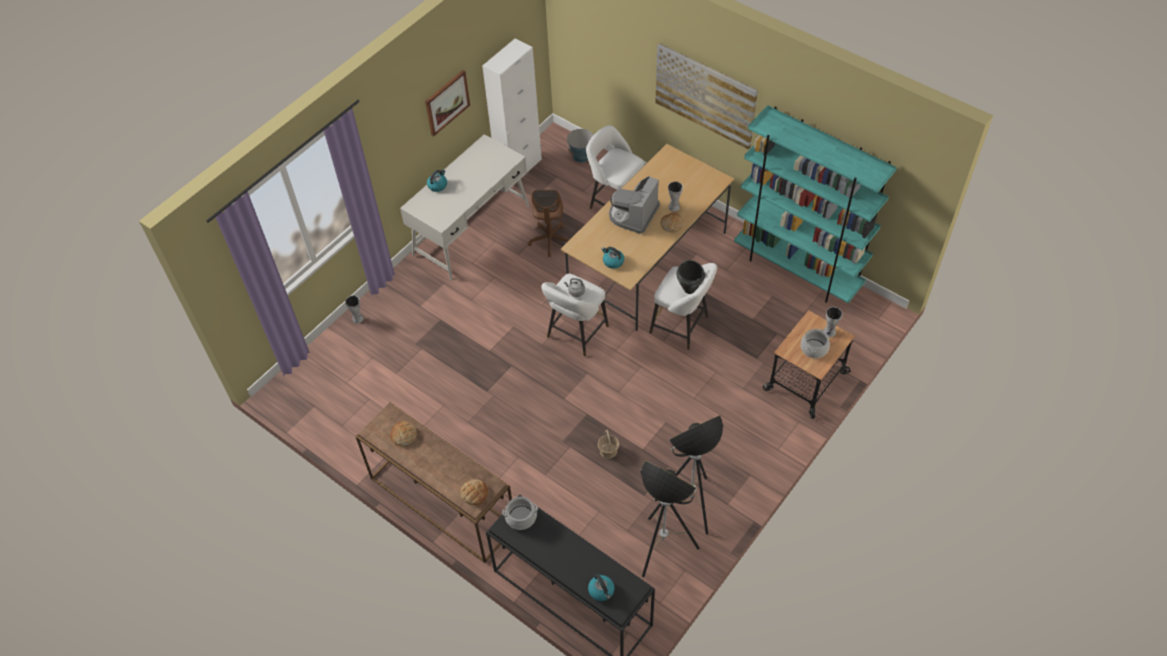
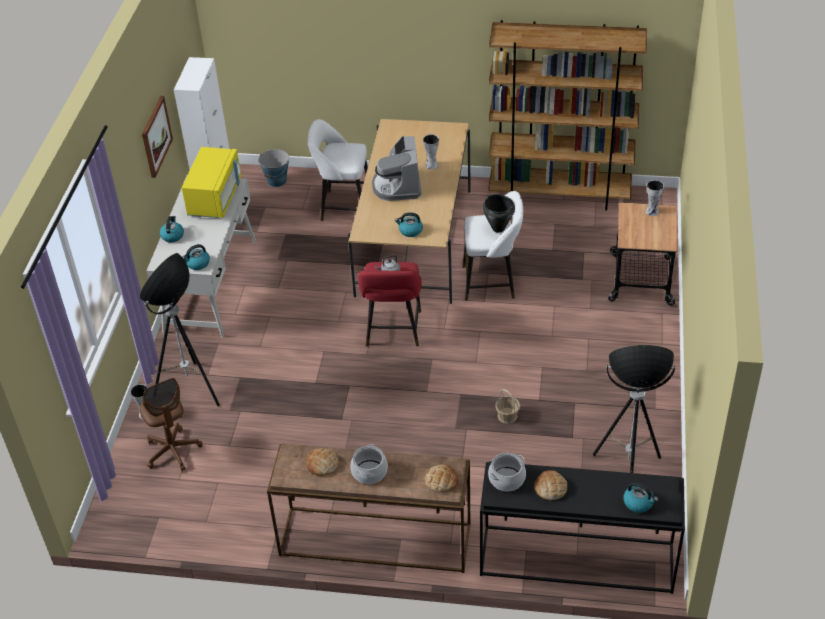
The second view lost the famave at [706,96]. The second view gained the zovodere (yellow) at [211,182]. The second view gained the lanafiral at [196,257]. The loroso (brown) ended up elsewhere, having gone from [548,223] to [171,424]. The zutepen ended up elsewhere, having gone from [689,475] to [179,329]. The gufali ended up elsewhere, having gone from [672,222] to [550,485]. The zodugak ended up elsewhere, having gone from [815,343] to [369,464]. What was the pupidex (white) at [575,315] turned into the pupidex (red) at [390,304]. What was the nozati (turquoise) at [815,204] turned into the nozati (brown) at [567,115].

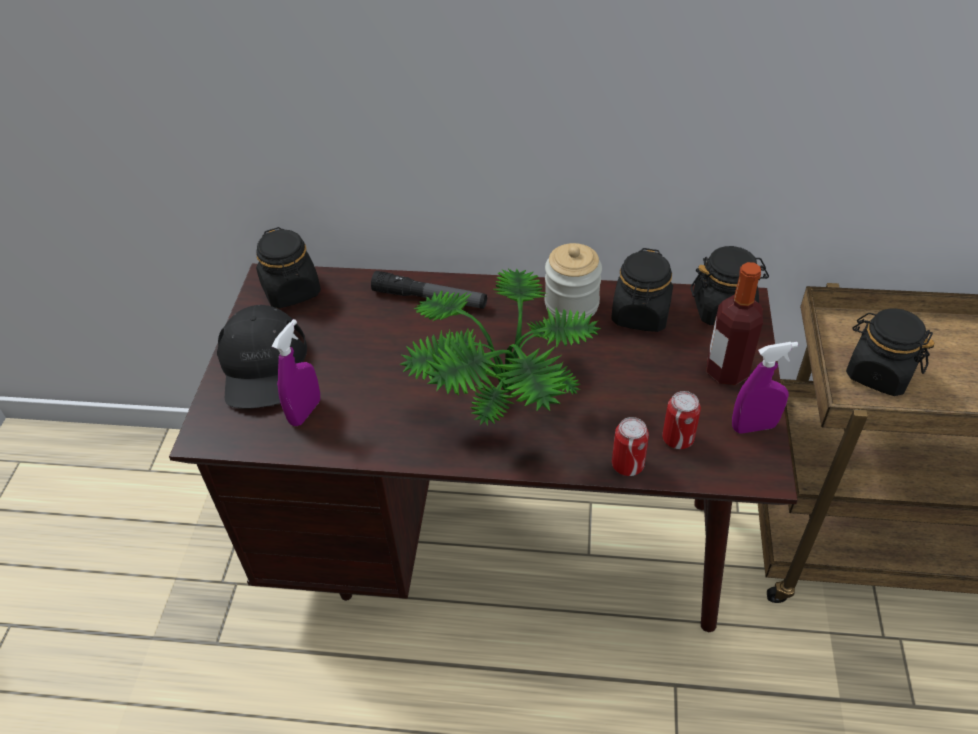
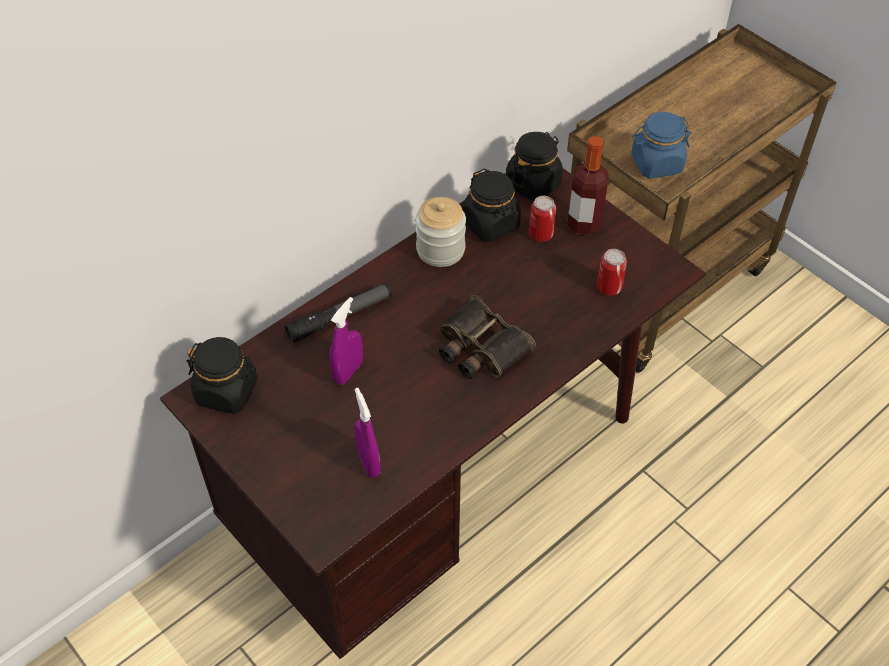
The second view lost the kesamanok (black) at [262,356]. The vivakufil ended up elsewhere, having gone from [630,446] to [542,219]. The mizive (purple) ended up elsewhere, having gone from [765,388] to [346,341]. Where the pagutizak stood at [500,347], the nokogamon came to stand at [487,337]. What was the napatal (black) at [890,352] turned into the napatal (blue) at [661,145].

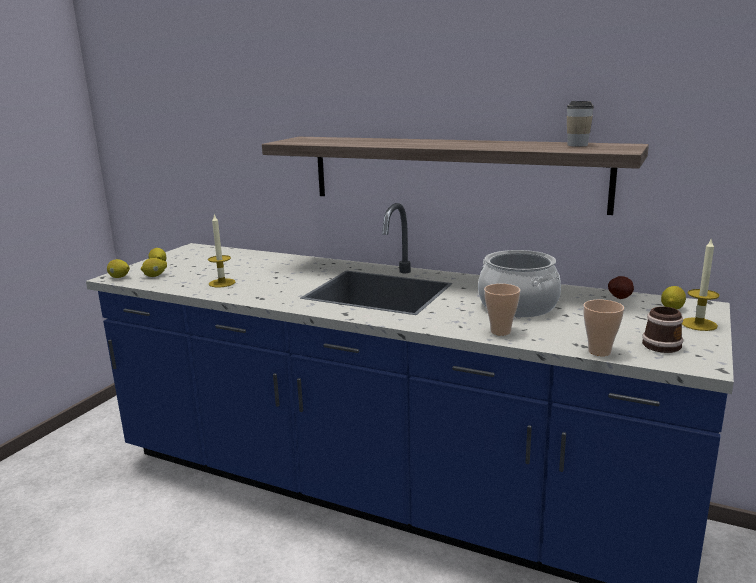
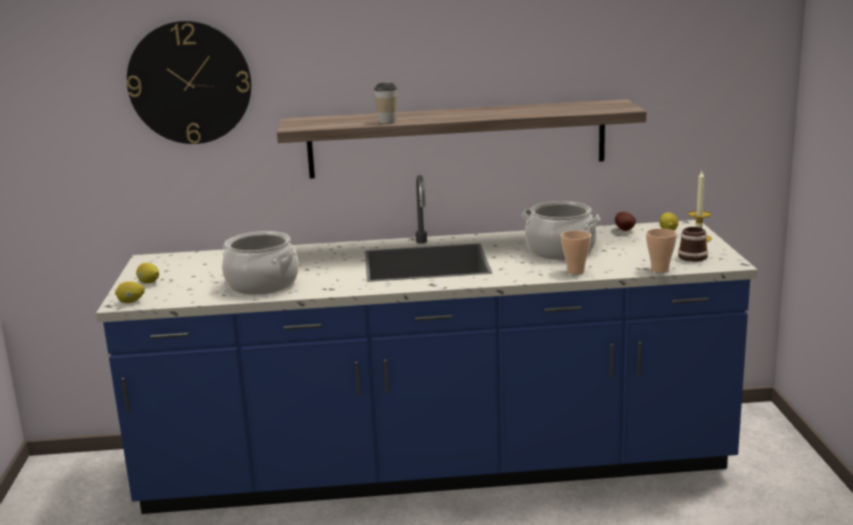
The second view lost the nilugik at [154,267]. The second view gained the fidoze at [189,82]. The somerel ended up elsewhere, having gone from [580,124] to [385,103]. Where the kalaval stood at [221,250], the zodugak came to stand at [260,263].

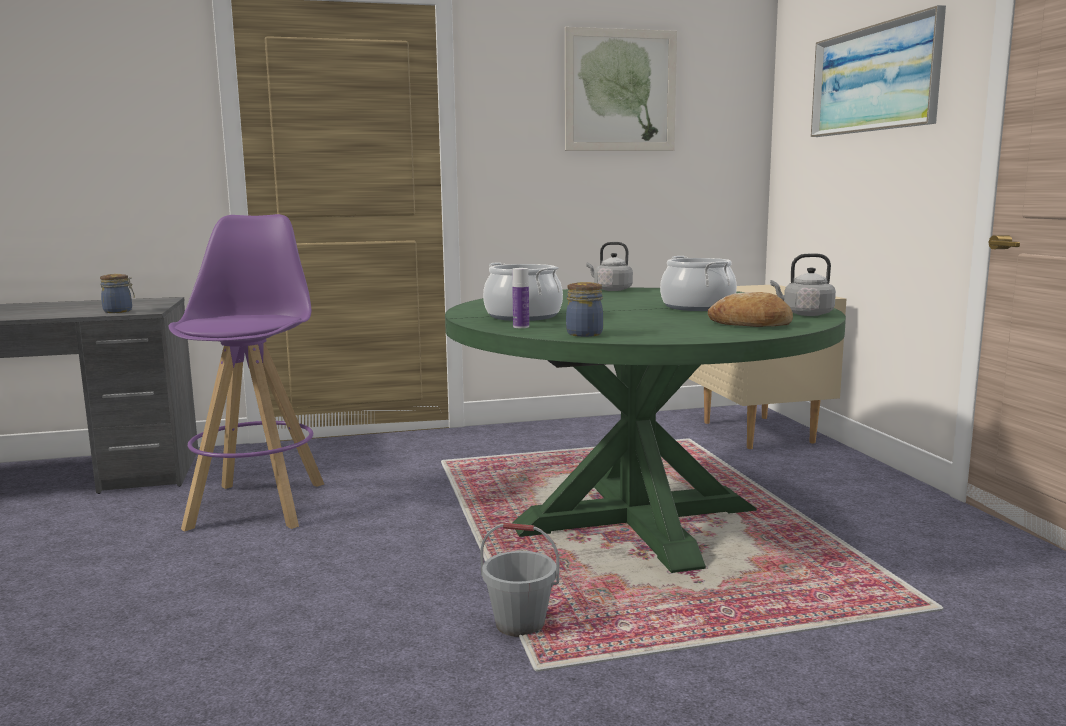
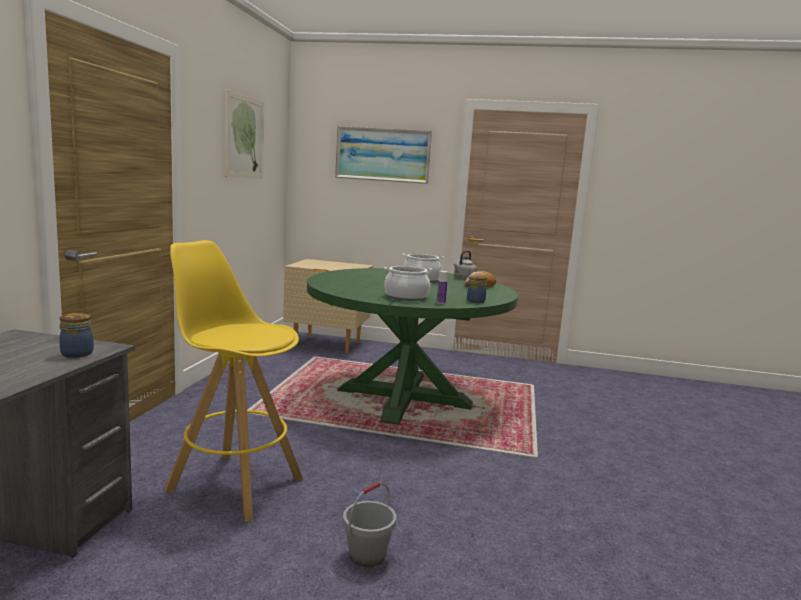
The second view lost the lanafiral (grey) at [609,266]. The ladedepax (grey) ended up elsewhere, having gone from [519,580] to [370,524]. What was the pupidex (purple) at [246,373] turned into the pupidex (yellow) at [234,381].

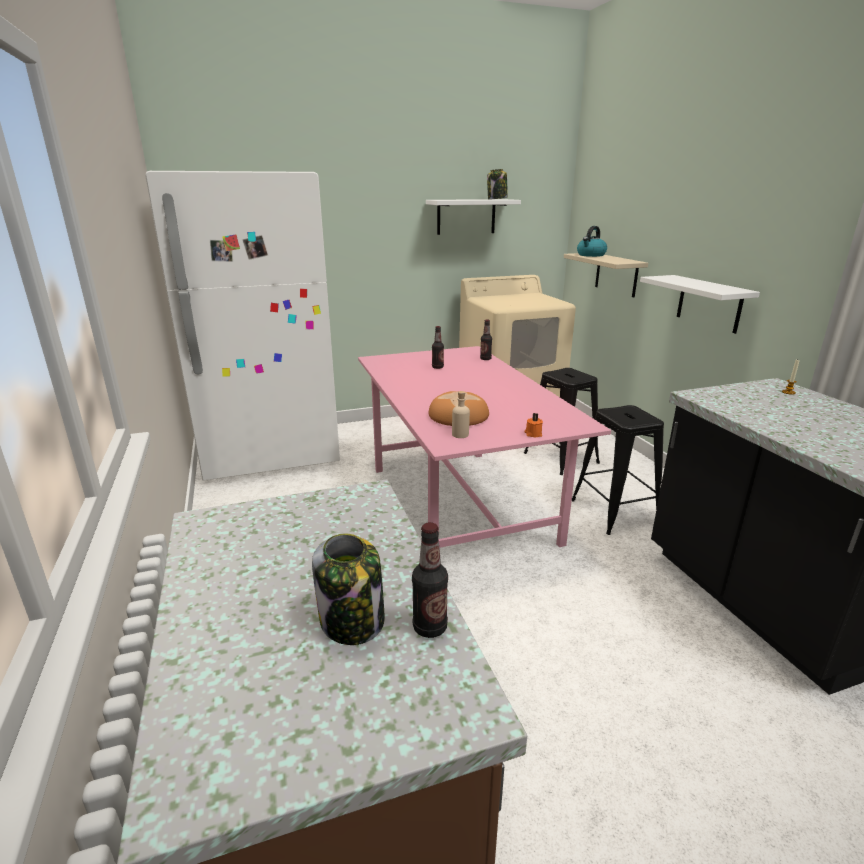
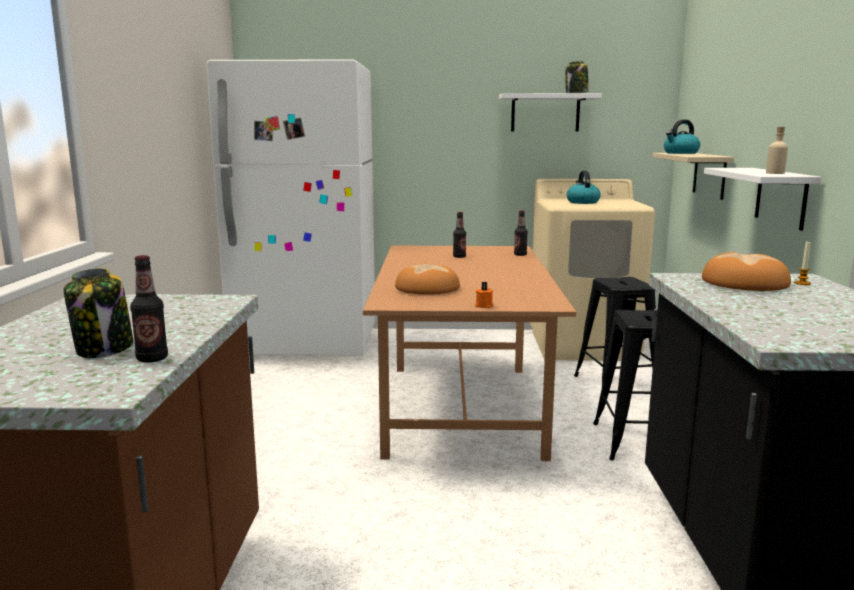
The second view gained the lanafiral at [584,187]. The second view gained the gufali at [746,271]. The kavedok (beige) ended up elsewhere, having gone from [461,414] to [777,150]. What was the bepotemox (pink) at [484,447] turned into the bepotemox (brown) at [469,353].

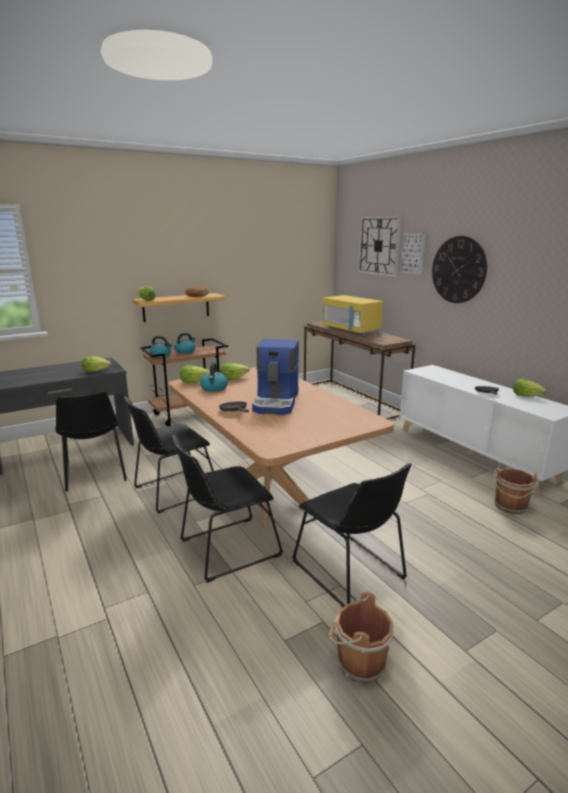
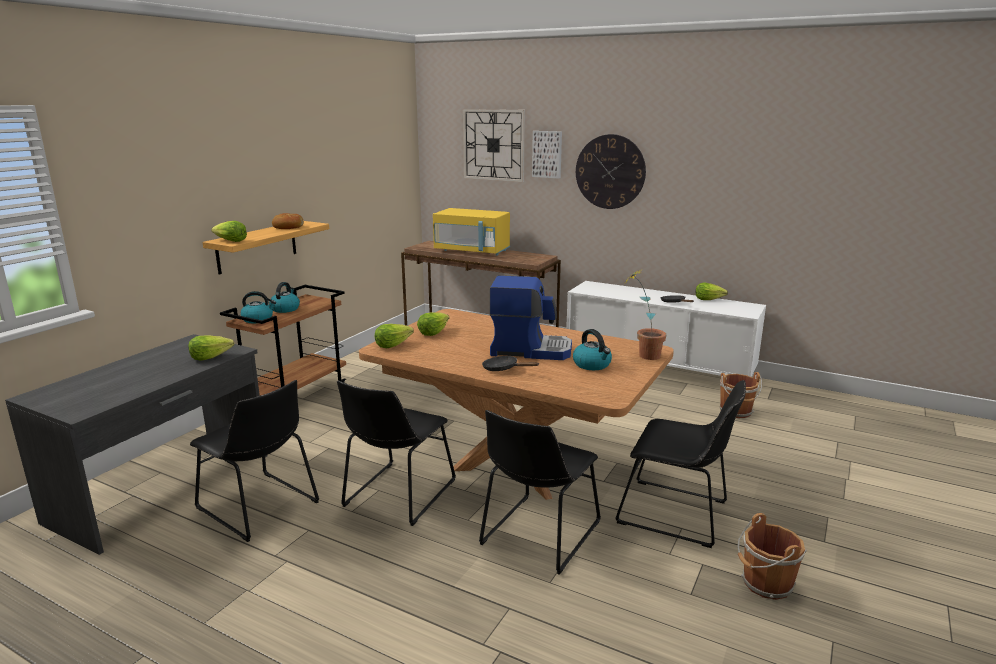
The second view gained the pagutizak at [645,315]. The lanafiral ended up elsewhere, having gone from [214,377] to [592,349]. The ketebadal at [275,377] ended up facing another way, 60 degrees counterclockwise from before.

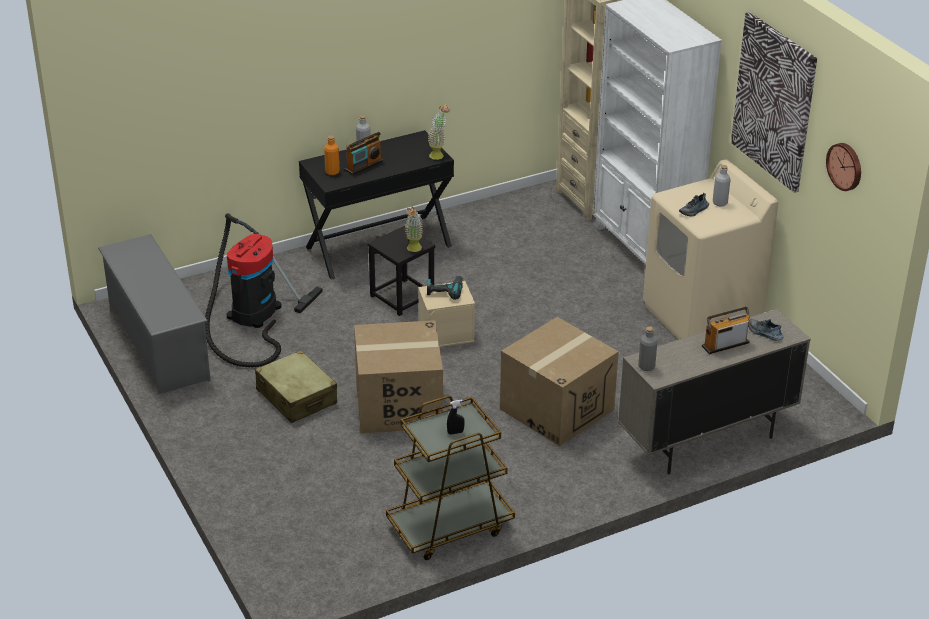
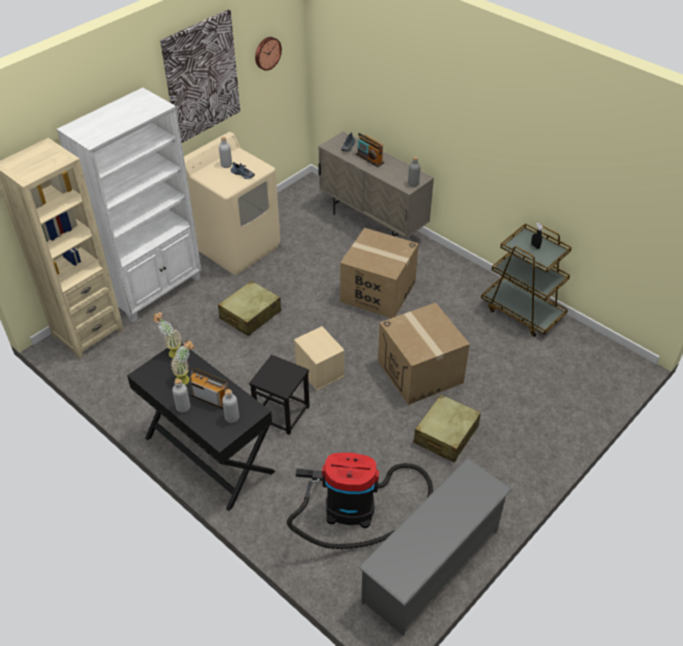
The second view lost the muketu at [445,288]. The second view gained the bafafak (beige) at [249,308]. The pagutizak ended up elsewhere, having gone from [414,229] to [182,362]. What was the kavedok (orange) at [332,155] turned into the kavedok (grey) at [230,406].

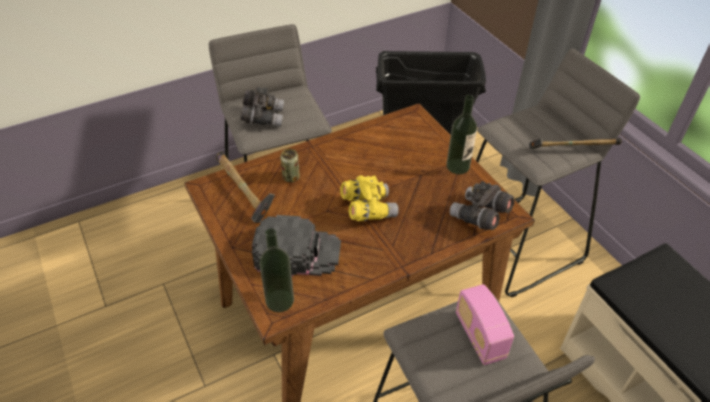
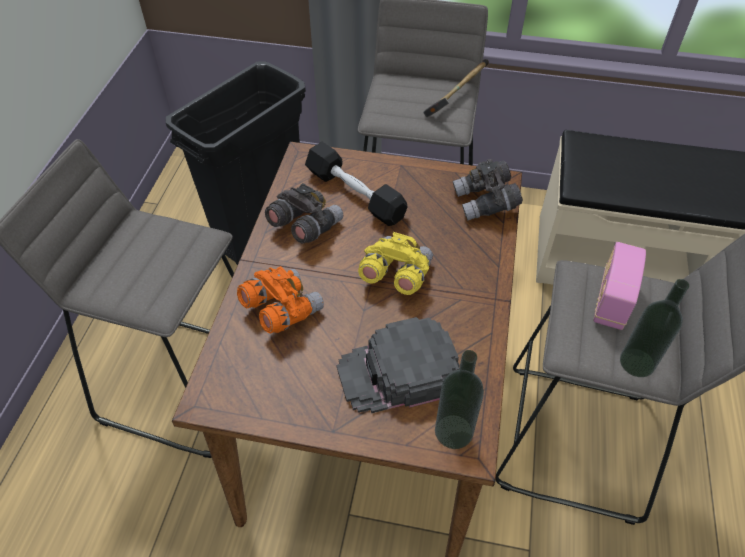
The second view lost the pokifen at [245,187]. The second view gained the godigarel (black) at [356,184]. The nokogamon (grey) ended up elsewhere, having gone from [262,107] to [304,213]. The kavedok ended up elsewhere, having gone from [461,134] to [654,328]. Where the vivakufil stood at [290,165], the nokogamon (orange) came to stand at [280,299]. The kesamanok (black) at [296,245] ended up facing another way, 150 degrees counterclockwise from before. The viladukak at [485,324] ended up facing another way, 90 degrees clockwise from before.

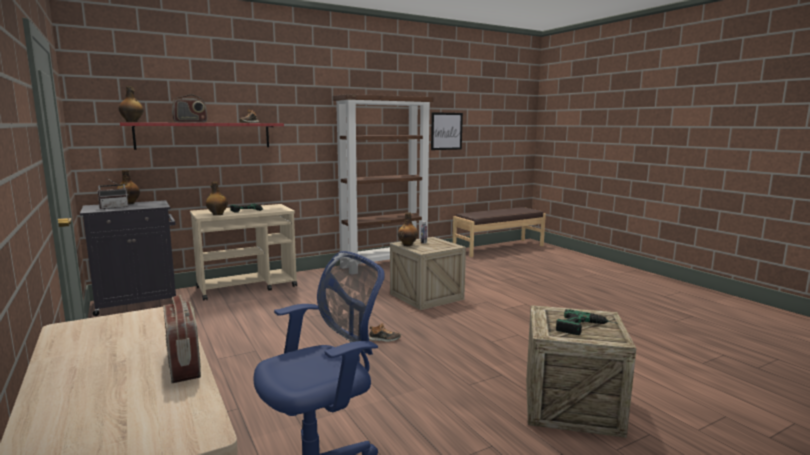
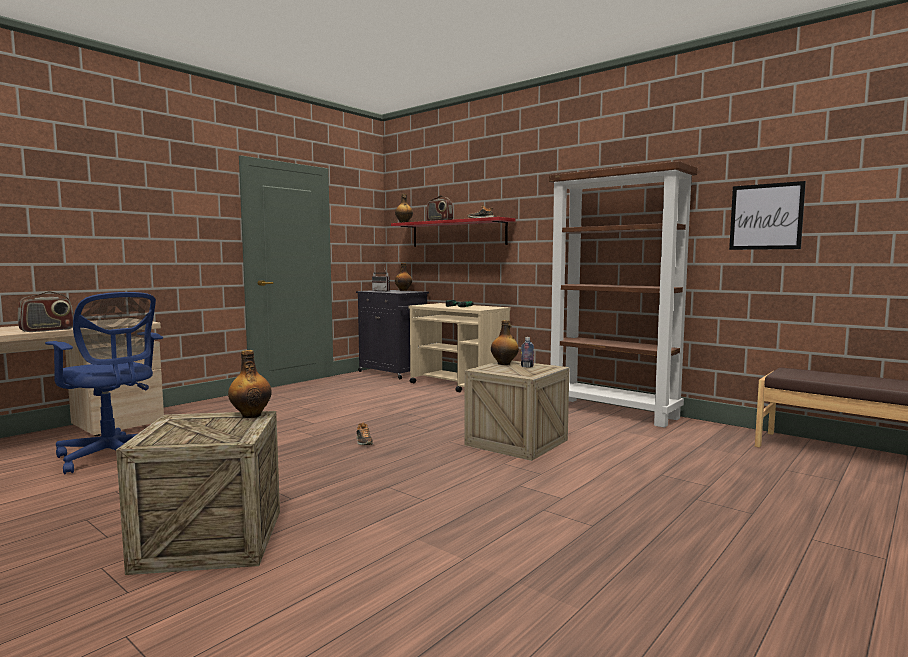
The second view lost the muketu at [587,322]. The kavedok ended up elsewhere, having gone from [217,198] to [250,384].

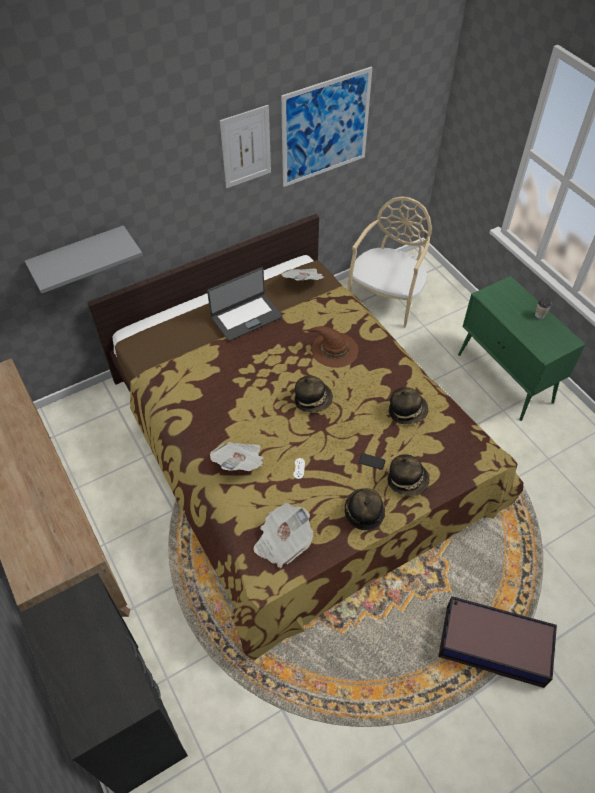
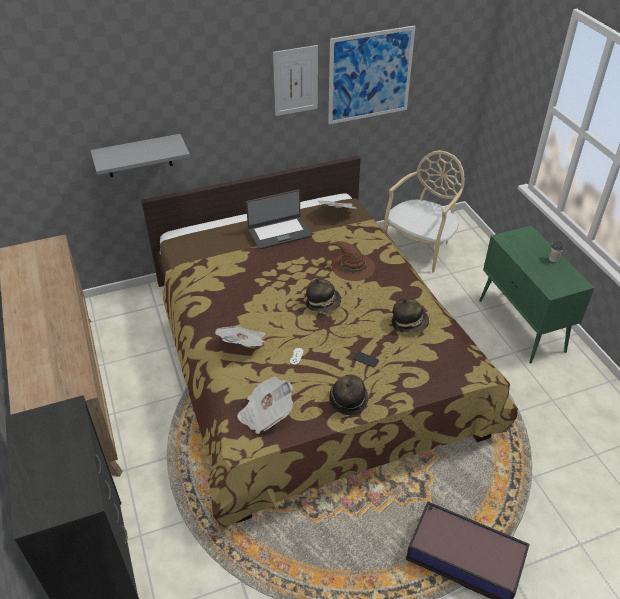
The second view lost the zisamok at [408,475].

